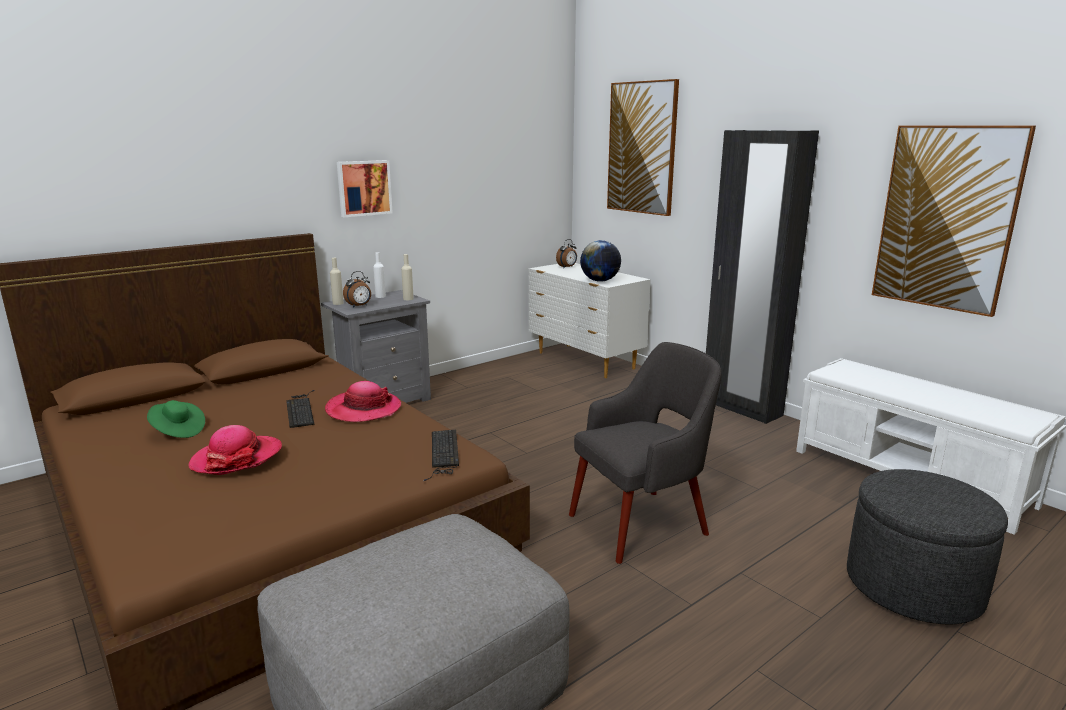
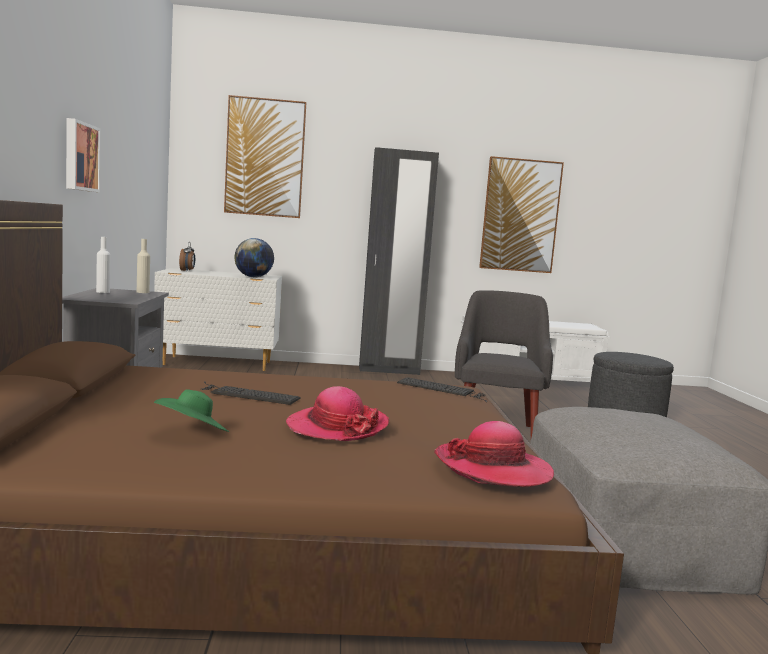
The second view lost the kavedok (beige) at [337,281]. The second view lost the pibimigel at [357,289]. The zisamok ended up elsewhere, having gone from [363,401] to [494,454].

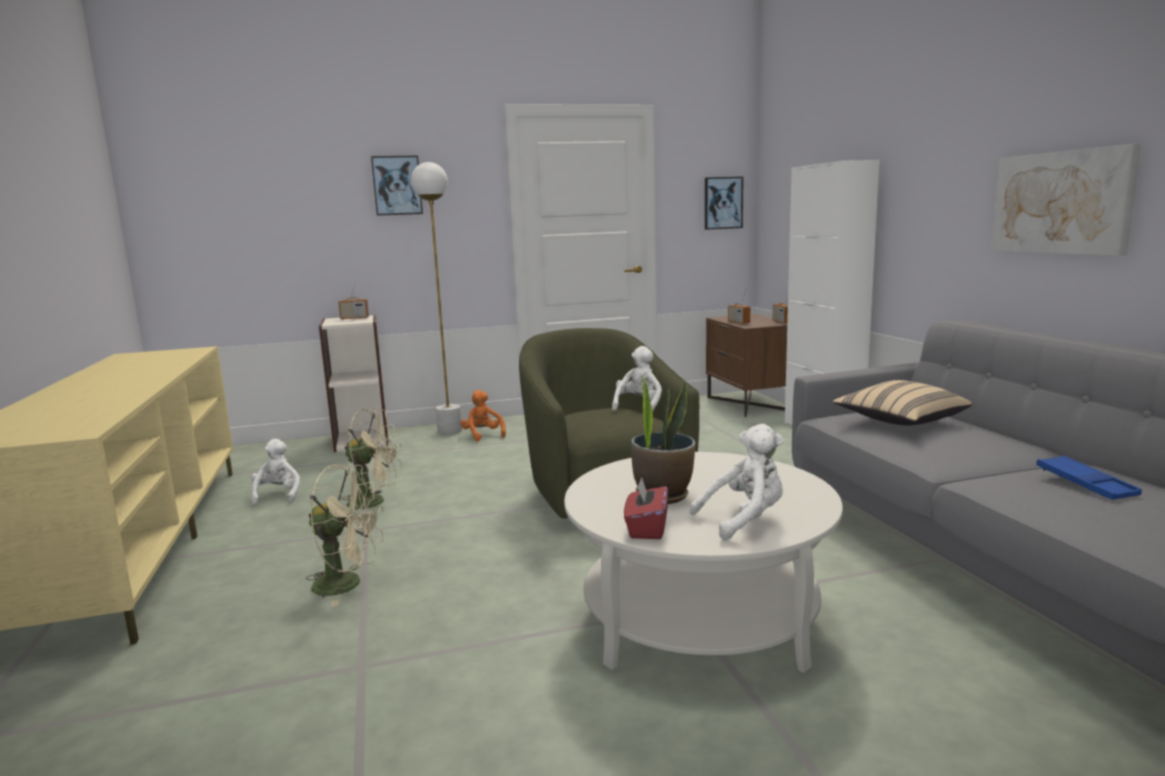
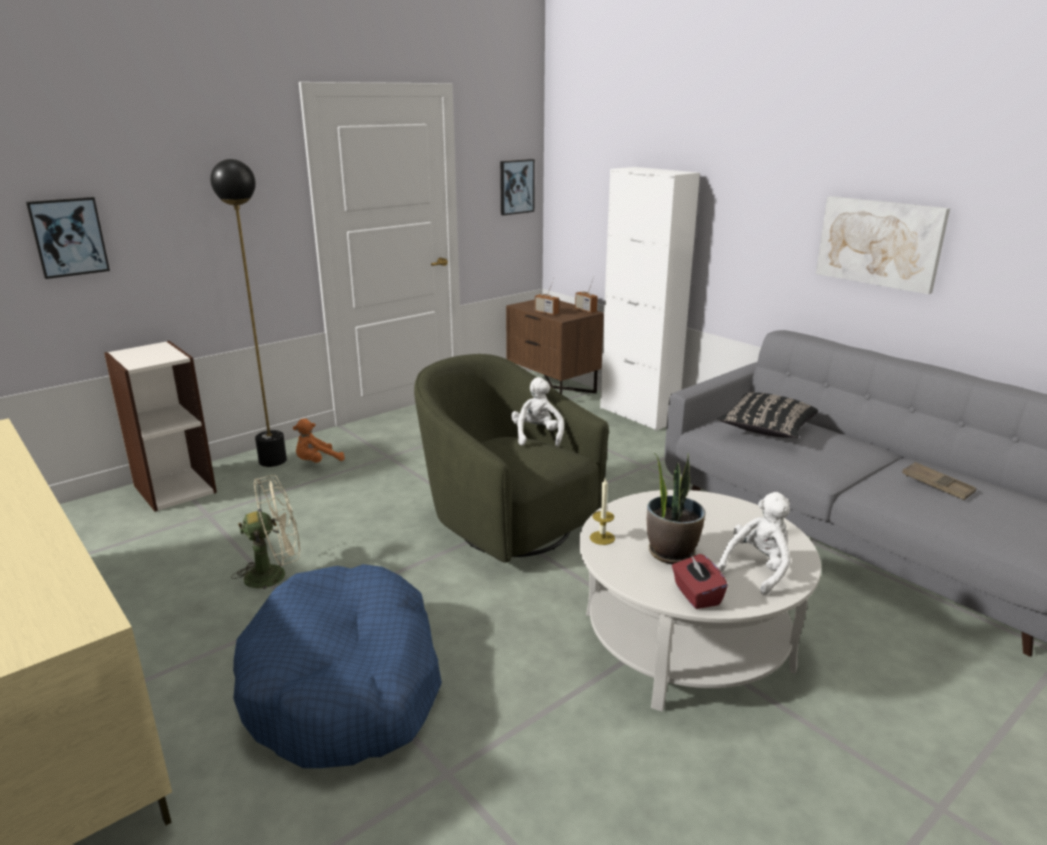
The second view lost the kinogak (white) at [275,472]. The second view lost the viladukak at [353,299]. The second view gained the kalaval at [602,511]. The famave ended up elsewhere, having gone from [397,185] to [68,238]. Where the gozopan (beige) stood at [345,535], the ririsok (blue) came to stand at [337,666]. What was the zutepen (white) at [436,298] turned into the zutepen (black) at [248,313]. What was the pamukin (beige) at [902,402] turned into the pamukin (black) at [767,415]. What was the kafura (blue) at [1089,478] turned into the kafura (brown) at [939,481]. The kinogak (orange) at [483,415] ended up facing another way, 75 degrees counterclockwise from before.

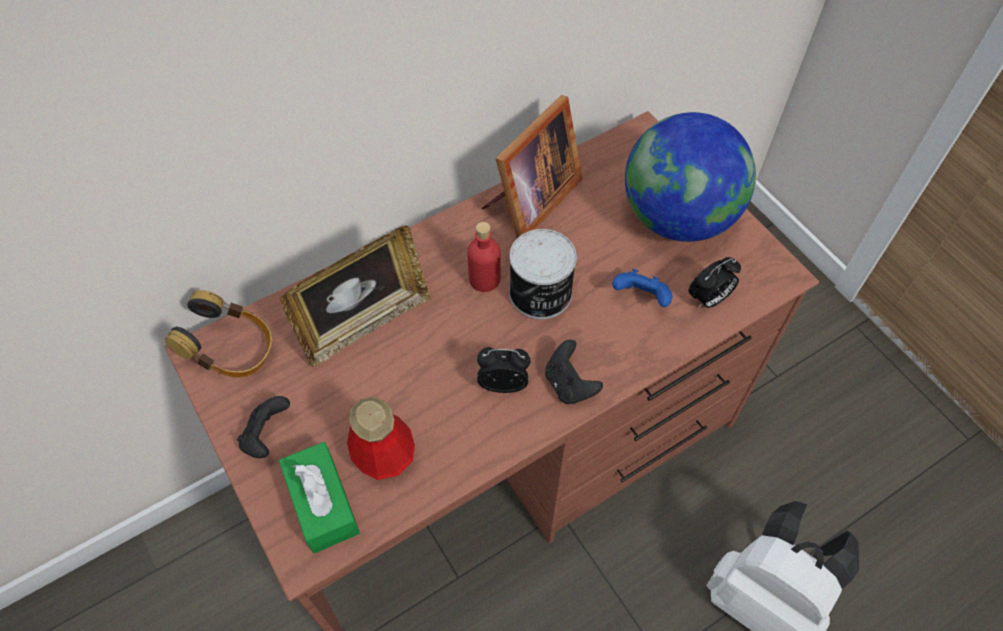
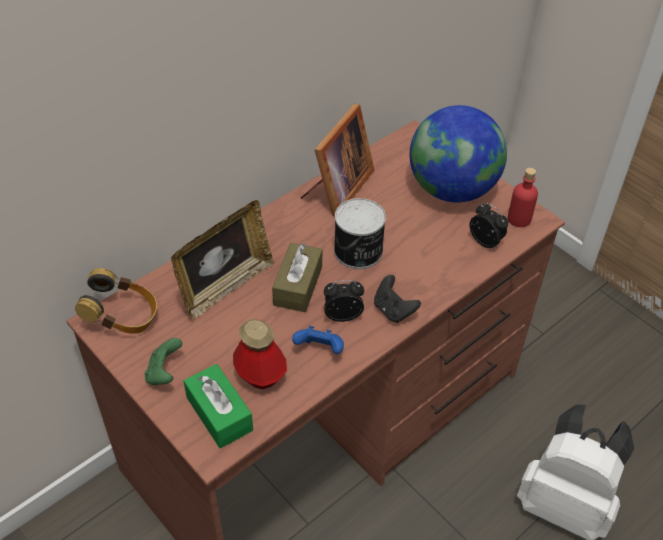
The second view gained the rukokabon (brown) at [297,277]. The kavedok (red) ended up elsewhere, having gone from [483,257] to [523,197]. The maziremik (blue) ended up elsewhere, having gone from [642,288] to [318,340]. What was the maziremik (black) at [263,427] turned into the maziremik (green) at [163,361]. The pibimigel at [714,282] ended up facing another way, 90 degrees counterclockwise from before.

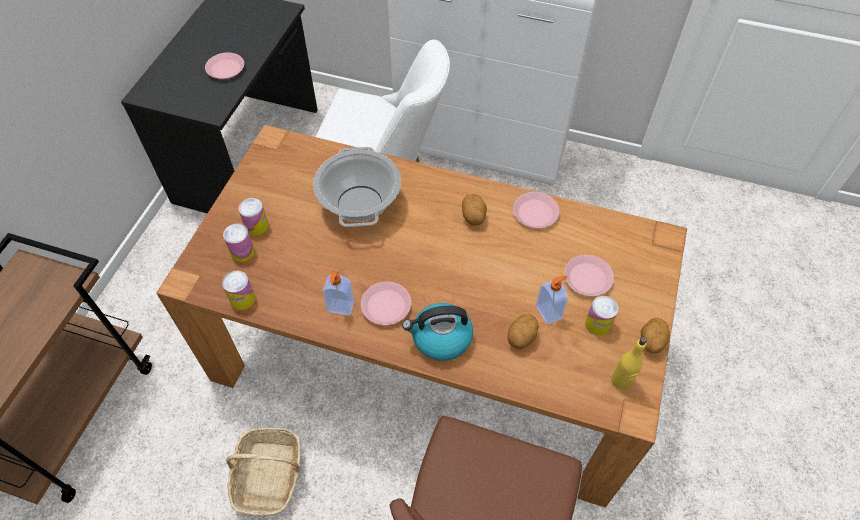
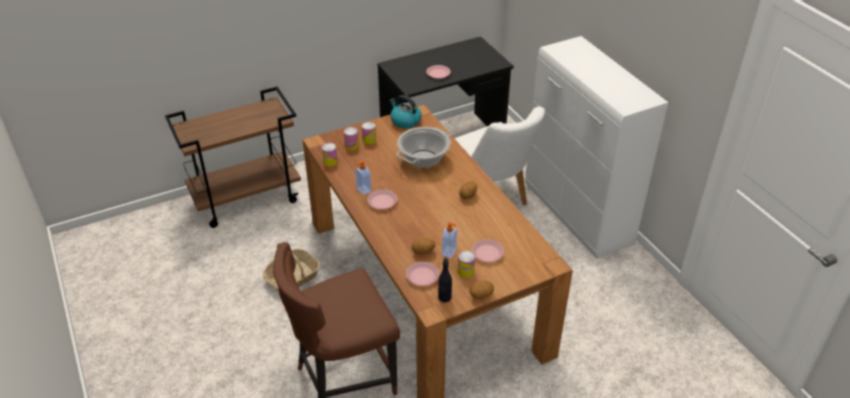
The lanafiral ended up elsewhere, having gone from [437,332] to [406,111]. The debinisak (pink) ended up elsewhere, having gone from [536,210] to [422,274]. What was the kavedok (yellow) at [629,363] turned into the kavedok (black) at [445,279].

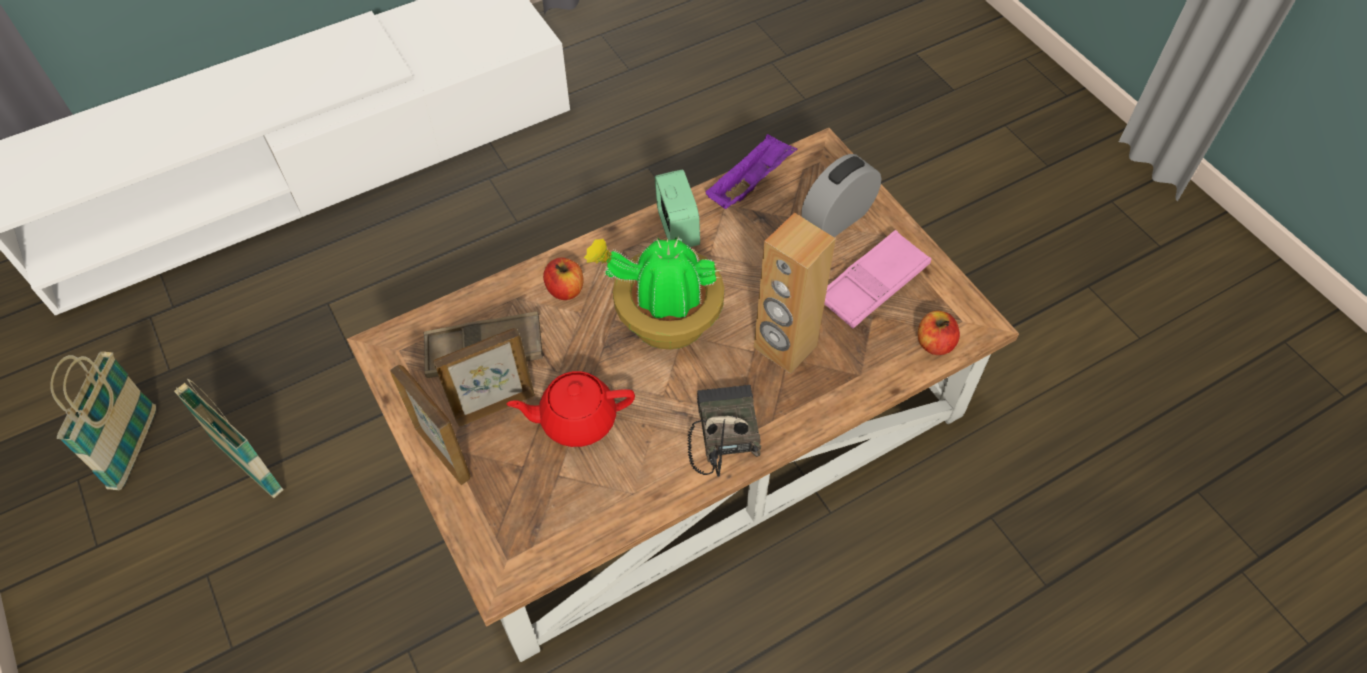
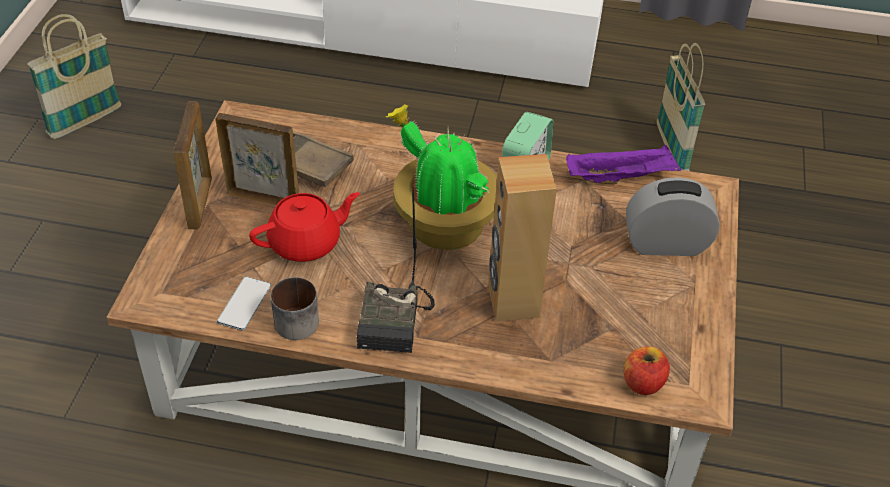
The second view lost the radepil at [563,278]. The second view lost the kafura (pink) at [878,279]. The second view gained the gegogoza at [244,303]. The second view gained the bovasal at [295,308]. The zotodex ended up elsewhere, having gone from [229,438] to [681,107]. The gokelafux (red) at [571,409] ended up facing another way, 120 degrees clockwise from before. The viladukak at [724,431] ended up facing another way, 150 degrees clockwise from before.

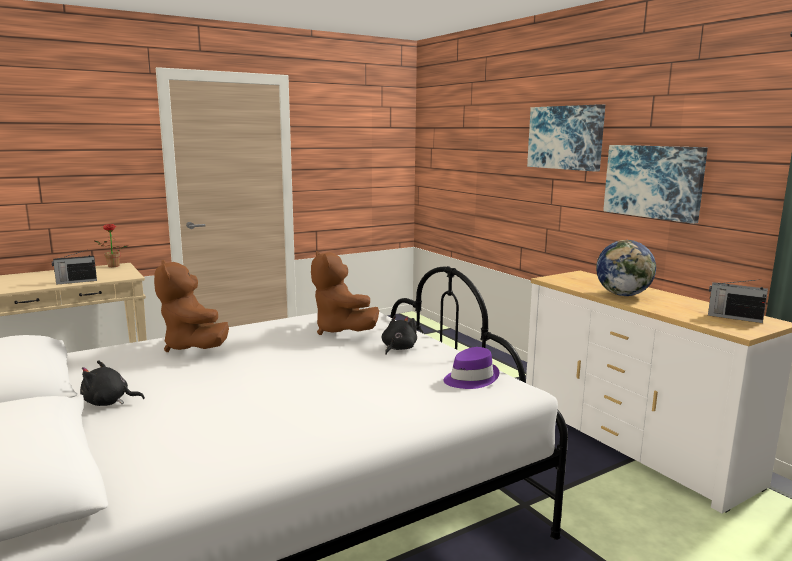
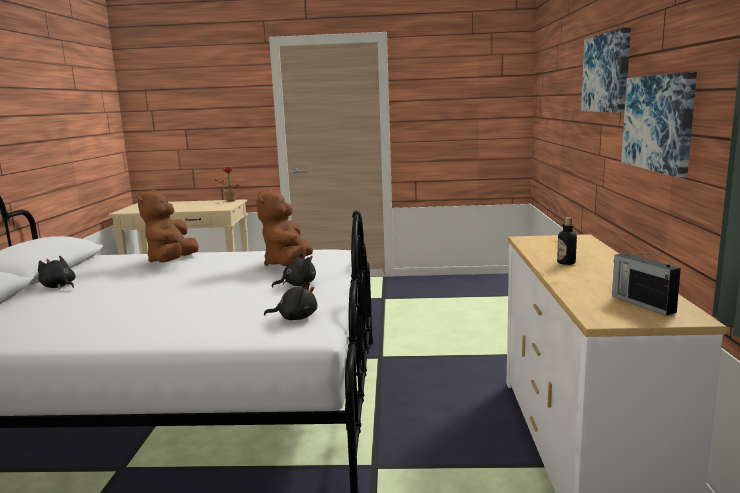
The second view lost the viladukak at [74,268]. Where the zisamok (purple) stood at [471,368], the kinogak (black) came to stand at [290,301]. Where the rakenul stood at [626,268], the kavedok came to stand at [567,241].

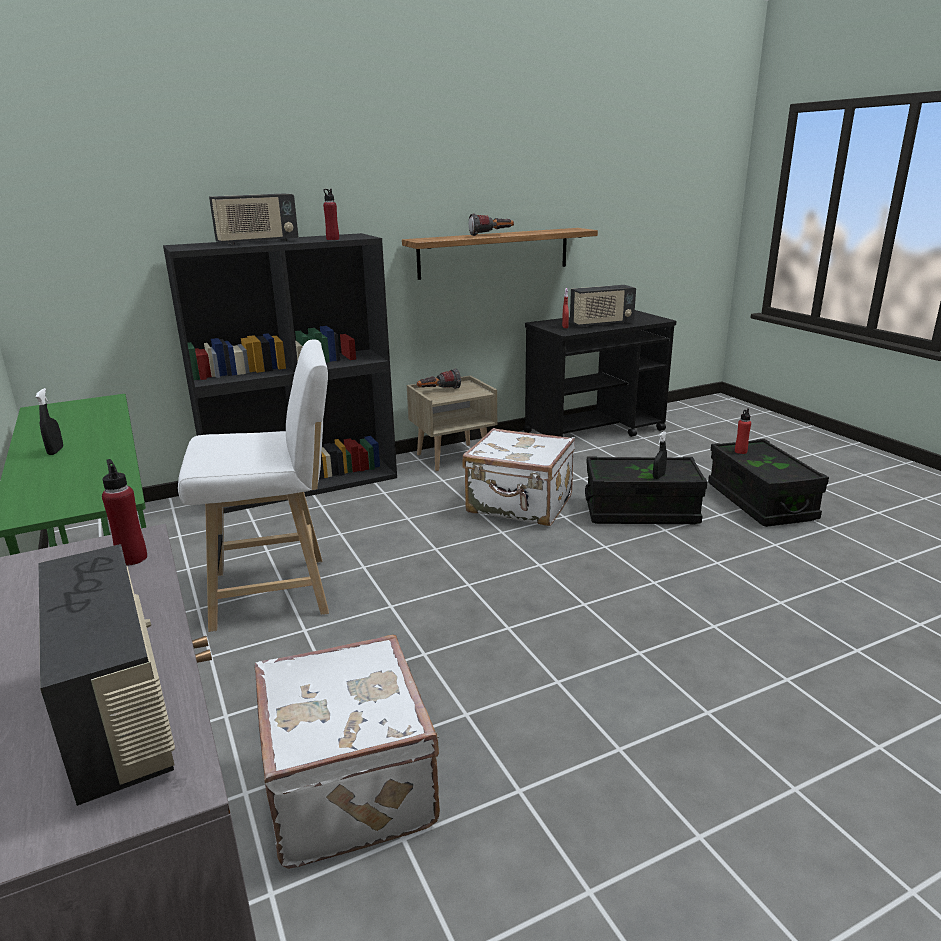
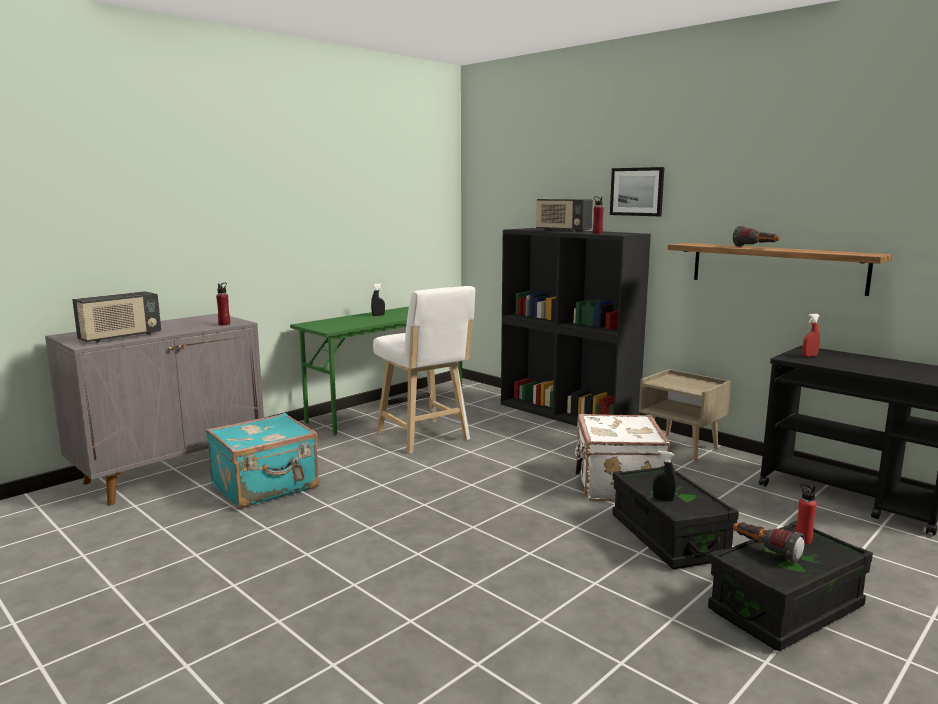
The second view lost the viladukak at [603,306]. The second view gained the famave at [637,191]. The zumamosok ended up elsewhere, having gone from [439,379] to [769,543]. What was the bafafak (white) at [347,752] turned into the bafafak (turquoise) at [262,461].

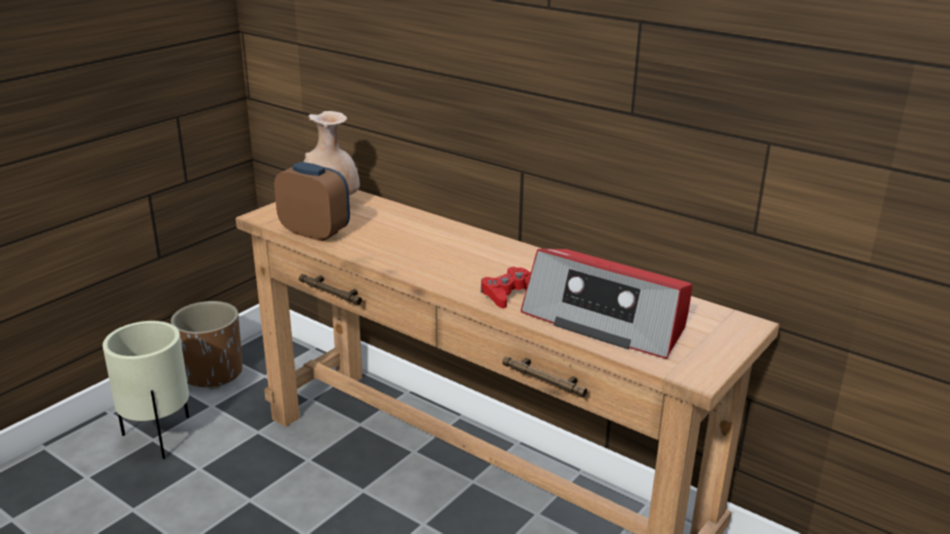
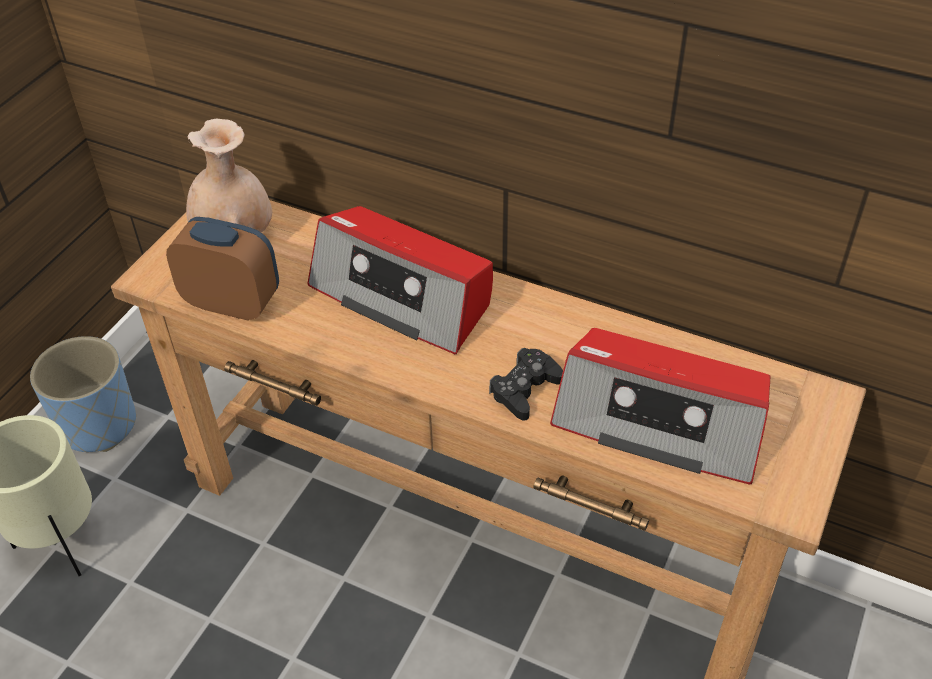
The second view gained the viladukak at [400,280]. What was the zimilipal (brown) at [206,345] turned into the zimilipal (blue) at [83,394]. What was the maziremik (red) at [506,288] turned into the maziremik (black) at [526,384].

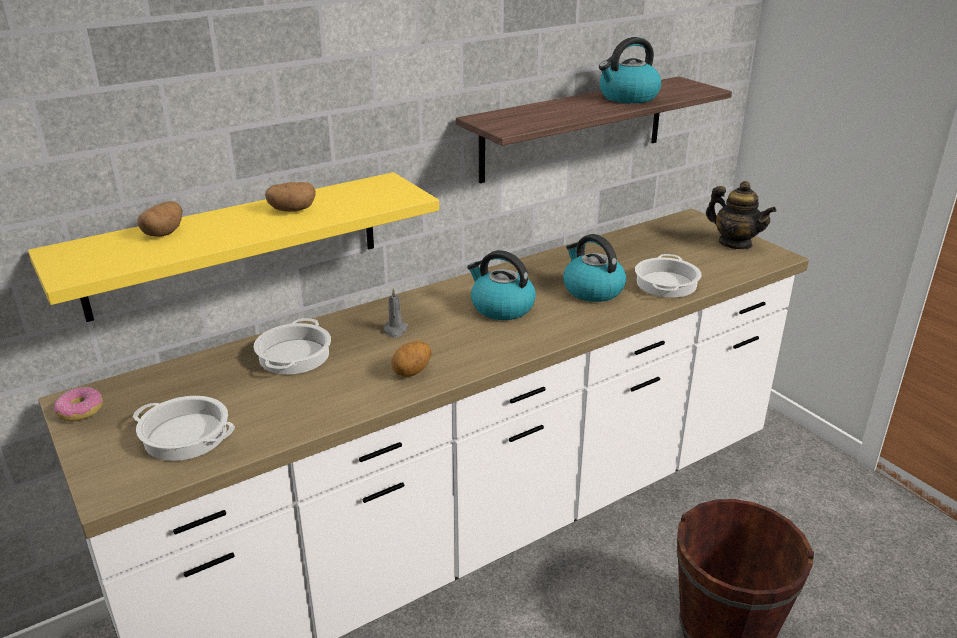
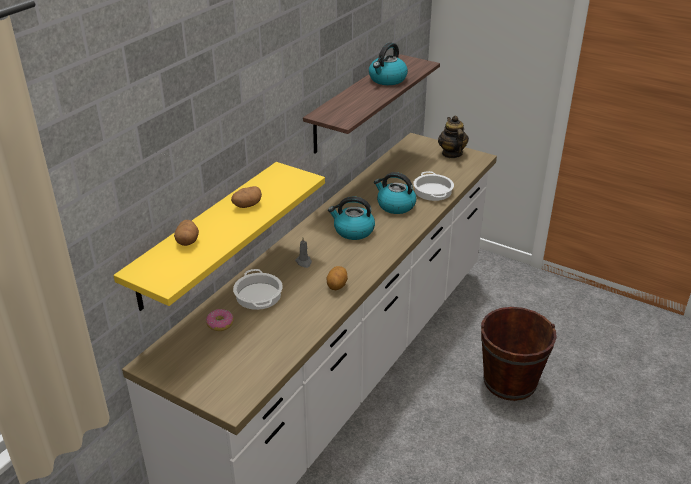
The second view lost the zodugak at [184,428]. The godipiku ended up elsewhere, having gone from [78,404] to [220,320]. The gokelafux at [741,215] ended up facing another way, 120 degrees counterclockwise from before.

